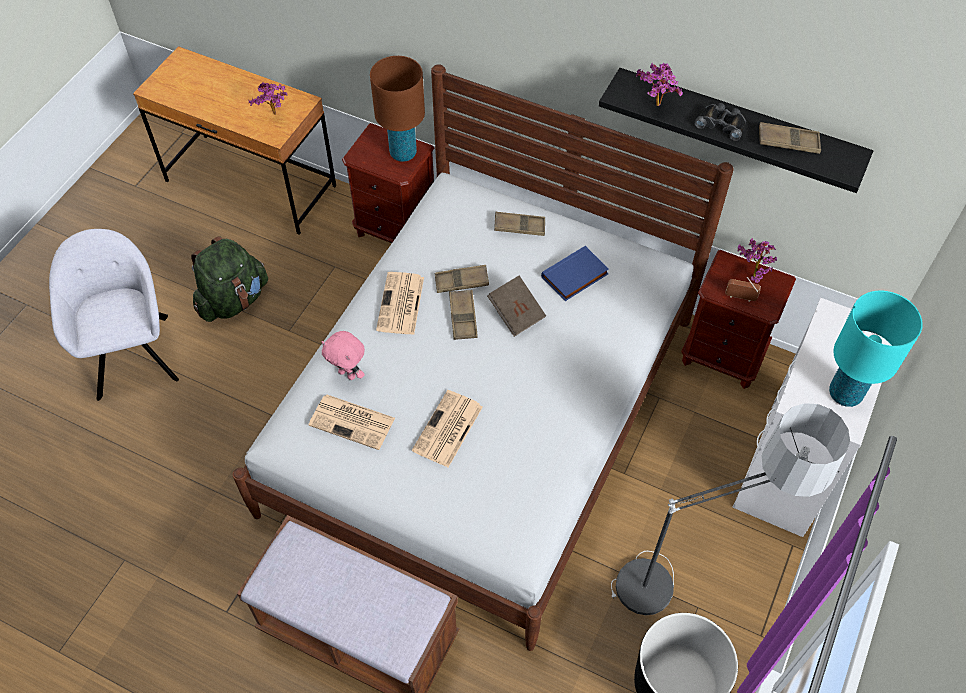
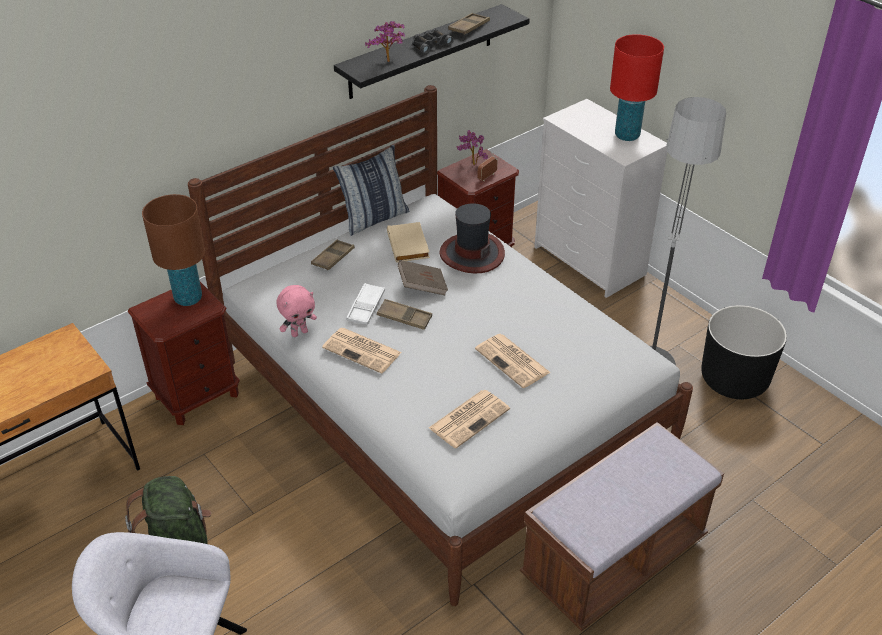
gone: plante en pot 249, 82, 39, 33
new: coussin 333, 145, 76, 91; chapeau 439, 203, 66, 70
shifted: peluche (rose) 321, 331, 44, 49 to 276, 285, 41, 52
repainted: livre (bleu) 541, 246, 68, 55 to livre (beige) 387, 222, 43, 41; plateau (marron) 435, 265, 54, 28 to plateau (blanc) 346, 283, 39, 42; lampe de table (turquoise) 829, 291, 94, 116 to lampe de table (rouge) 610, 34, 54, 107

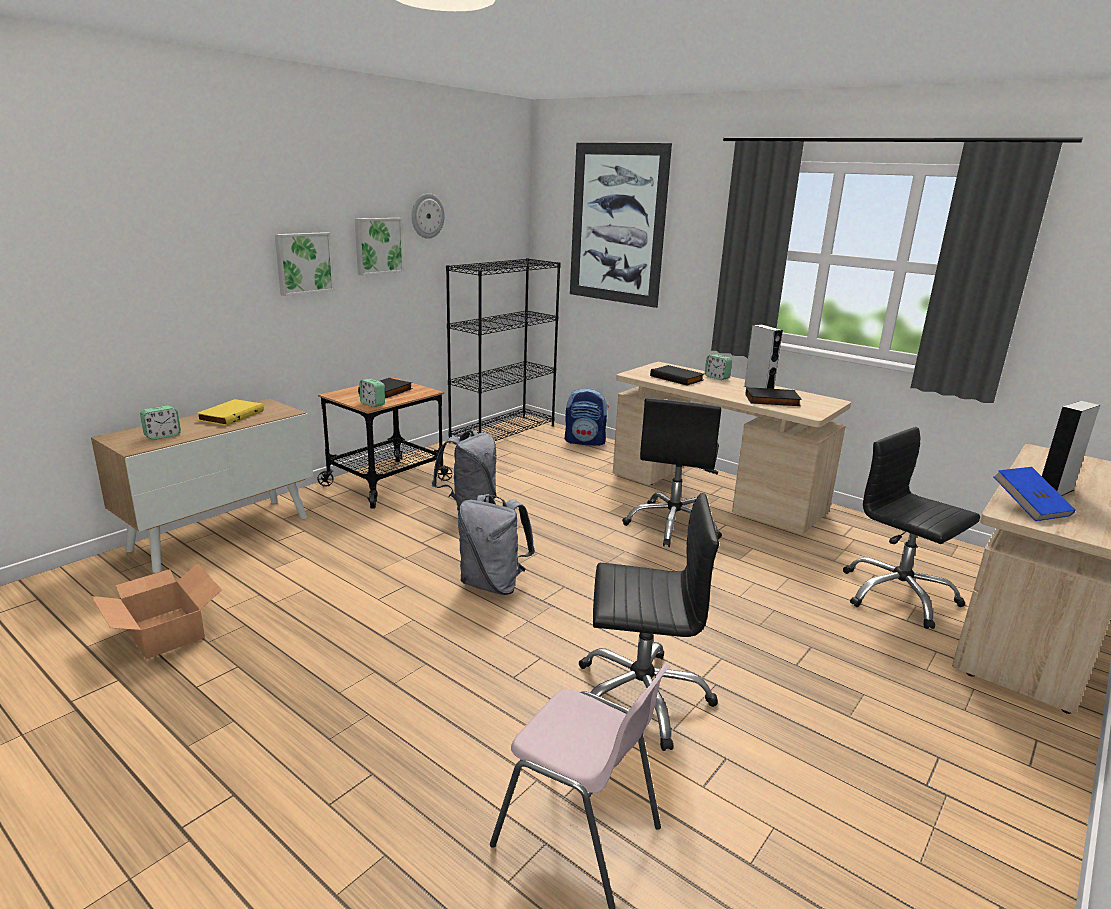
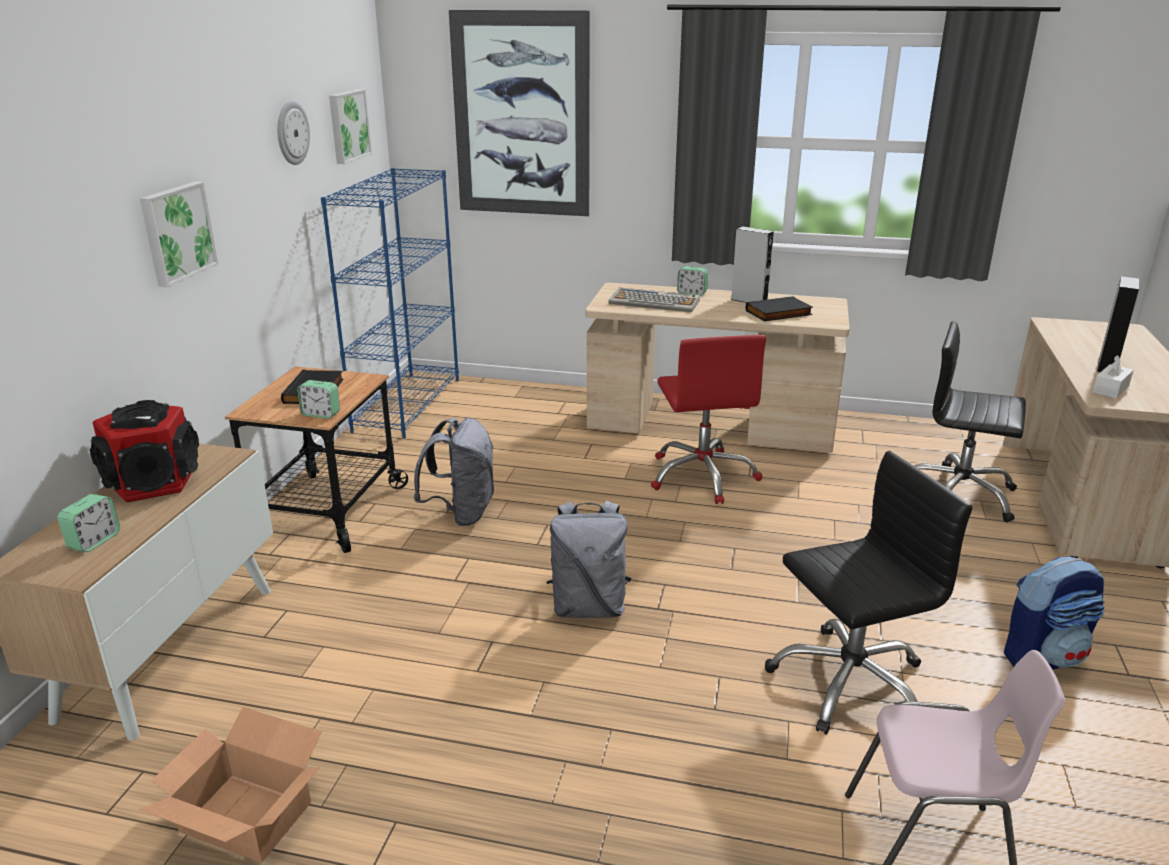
shifted: tableau 355, 218, 49, 58 to 329, 89, 43, 75; sac à dos 565, 388, 44, 58 to 1004, 557, 101, 113
swapped: livre (noir) 650, 365, 54, 21 to clavier 609, 288, 91, 25; livre (jaune) 196, 399, 68, 27 to enceinte 90, 400, 109, 102; livre (bleu) 993, 467, 83, 54 to boîte à mouchoirs (blanc) 1093, 355, 40, 43
repainted: bibliothèque (noir) 446, 258, 115, 183 to bibliothèque (bleu) 321, 168, 138, 271; chaise de bureau (noir) 622, 398, 100, 149 to chaise de bureau (rouge) 651, 335, 115, 169

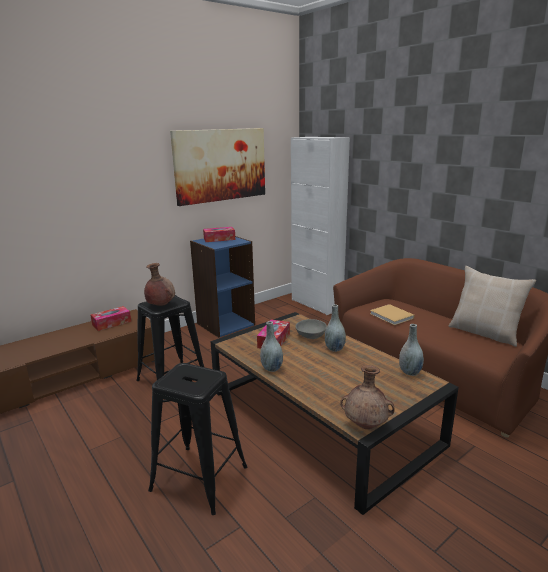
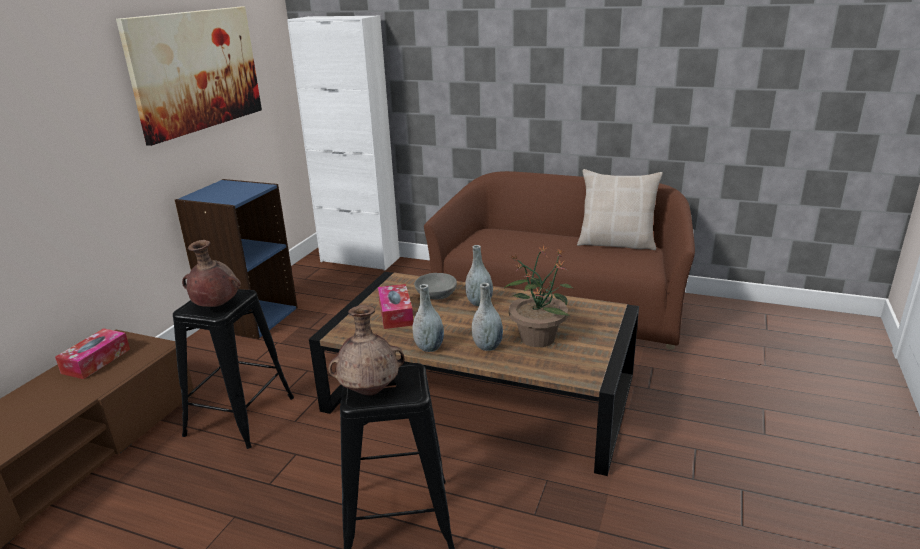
gone: boîte à mouchoirs 203, 227, 32, 15; livre (beige) 370, 304, 44, 21
new: plante en pot 504, 245, 70, 102
shifted: vase (gris) 399, 324, 25, 52 to 472, 283, 31, 68; vase (marron) 340, 365, 55, 64 to 328, 305, 76, 90

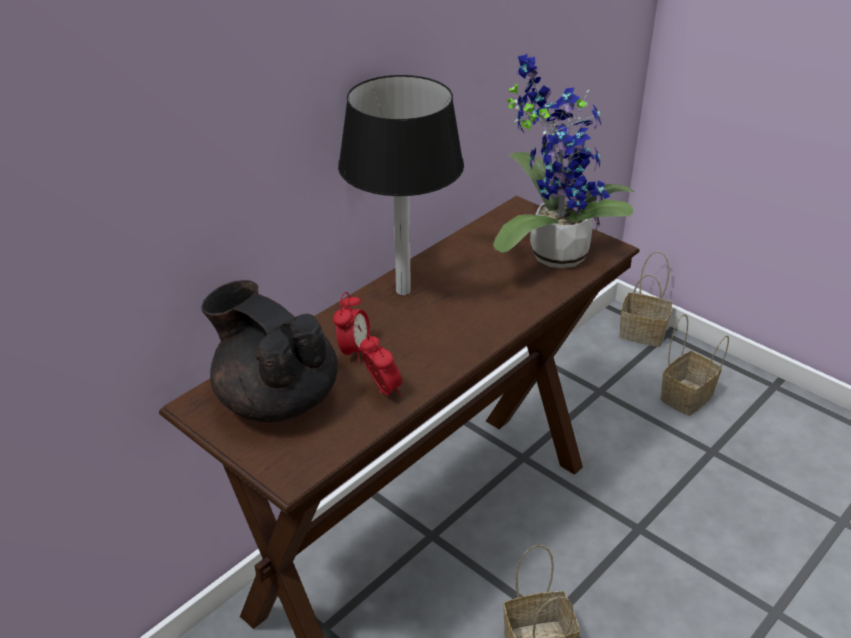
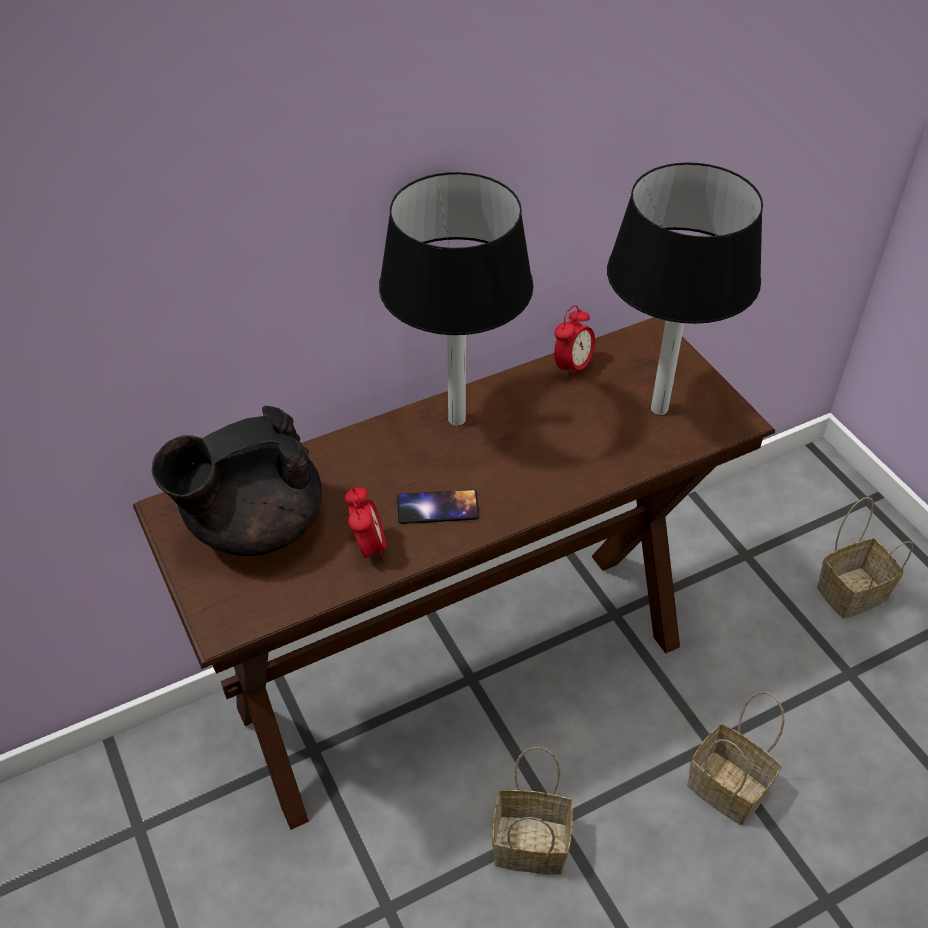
new: téléphone 397, 490, 82, 34
shifted: panier 619, 251, 54, 96 to 687, 692, 98, 133; réveil 333, 292, 37, 70 to 554, 305, 41, 76
swapped: plante en pot 493, 54, 141, 214 to lampe de table (noir) 607, 162, 156, 253
rotated: théière (noir) 201, 280, 137, 142 = 152, 406, 170, 150 90 degrees counterclockwise

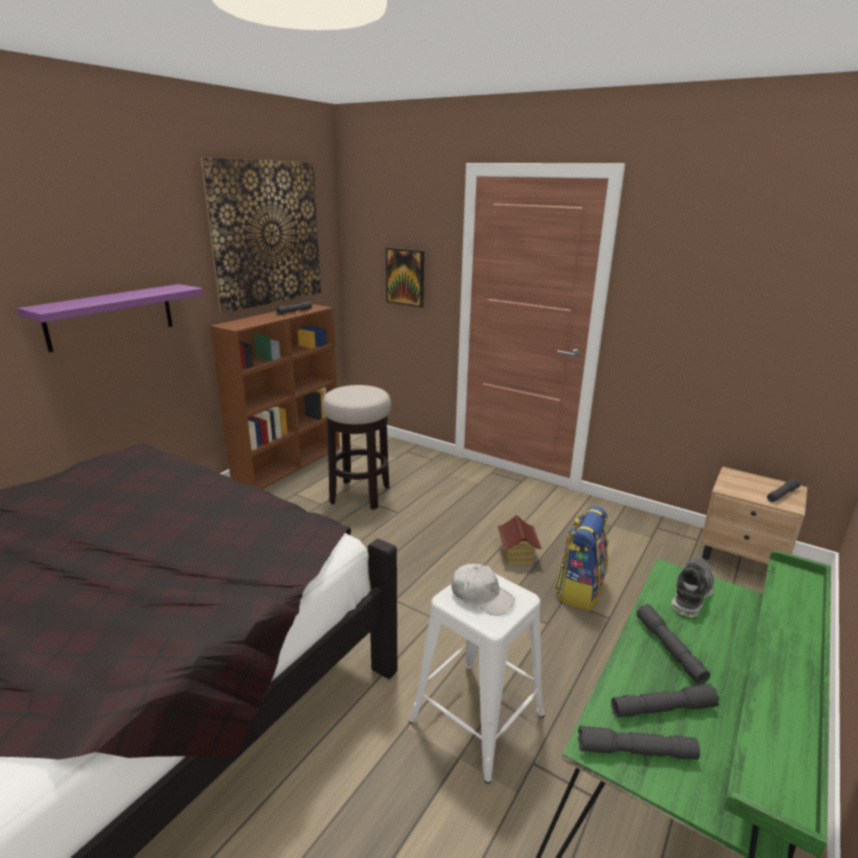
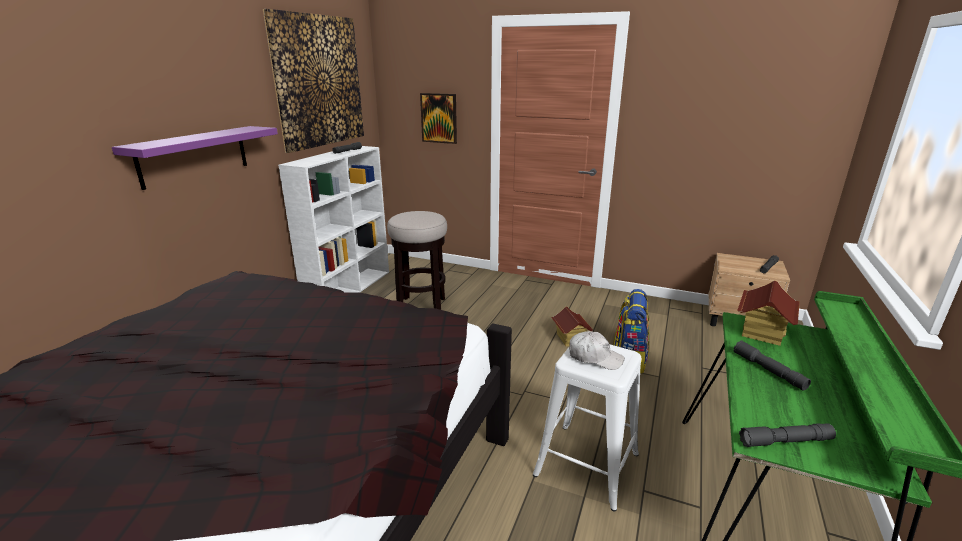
gone: lampe de poche (gris) 611, 684, 108, 33
swapped: chaussure 672, 558, 42, 59 to maison miniature 737, 281, 63, 65
repainted: bibliothèque (marron) 210, 304, 130, 185 to bibliothèque (blanc) 278, 146, 111, 147

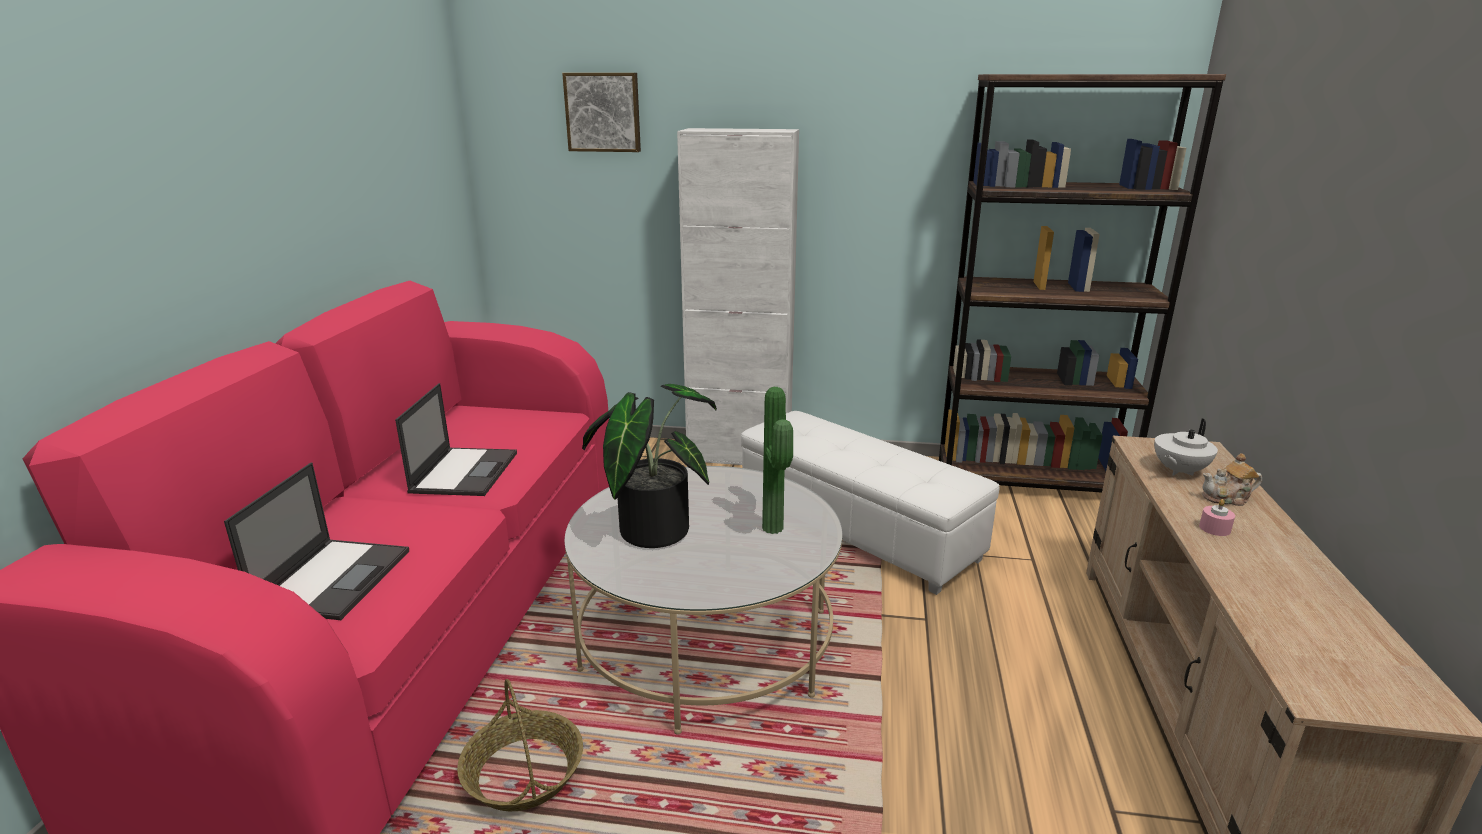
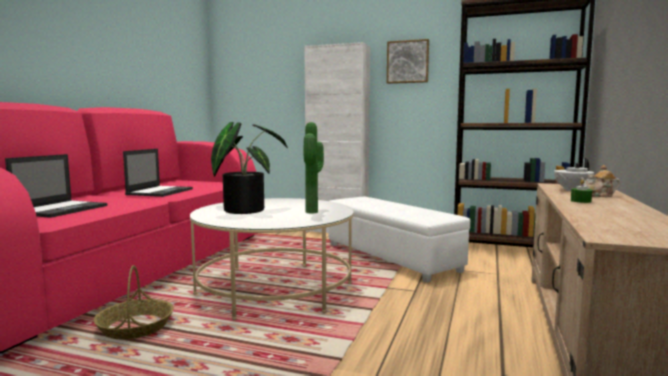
shifted: tableau 562, 73, 79, 79 to 387, 39, 42, 45
repainted: bougie (rose) 1199, 499, 36, 37 to bougie (vert) 571, 179, 21, 24

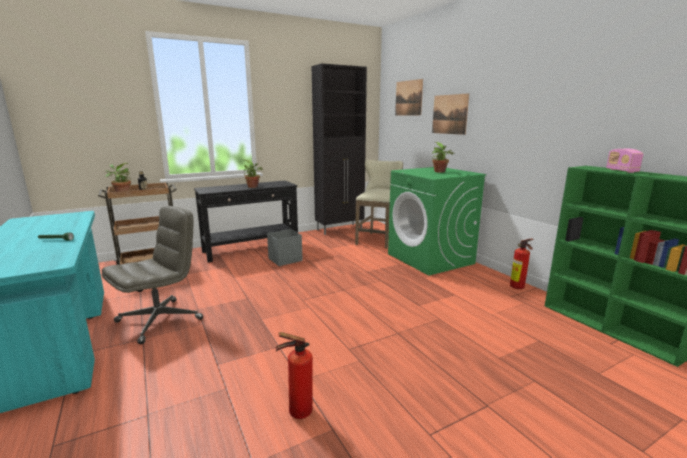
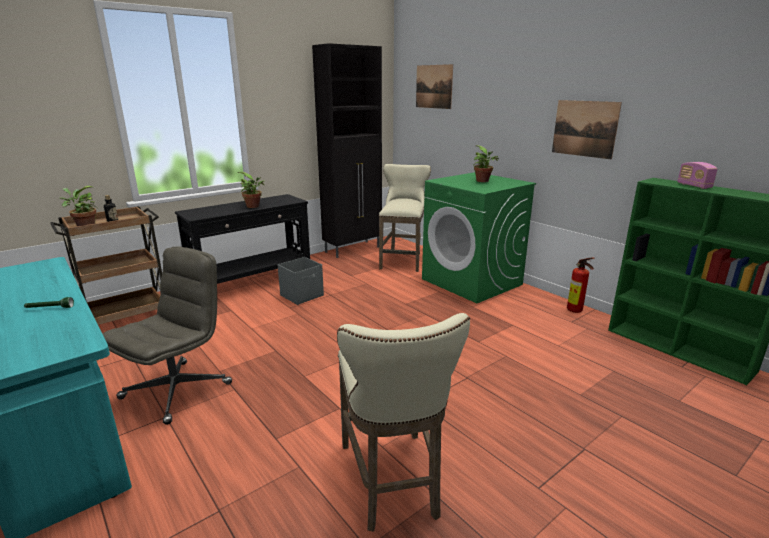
shifted: tableau 432, 93, 37, 42 to 552, 100, 70, 59
swapped: extincteur 275, 332, 38, 87 to tabouret (beige) 337, 313, 133, 218

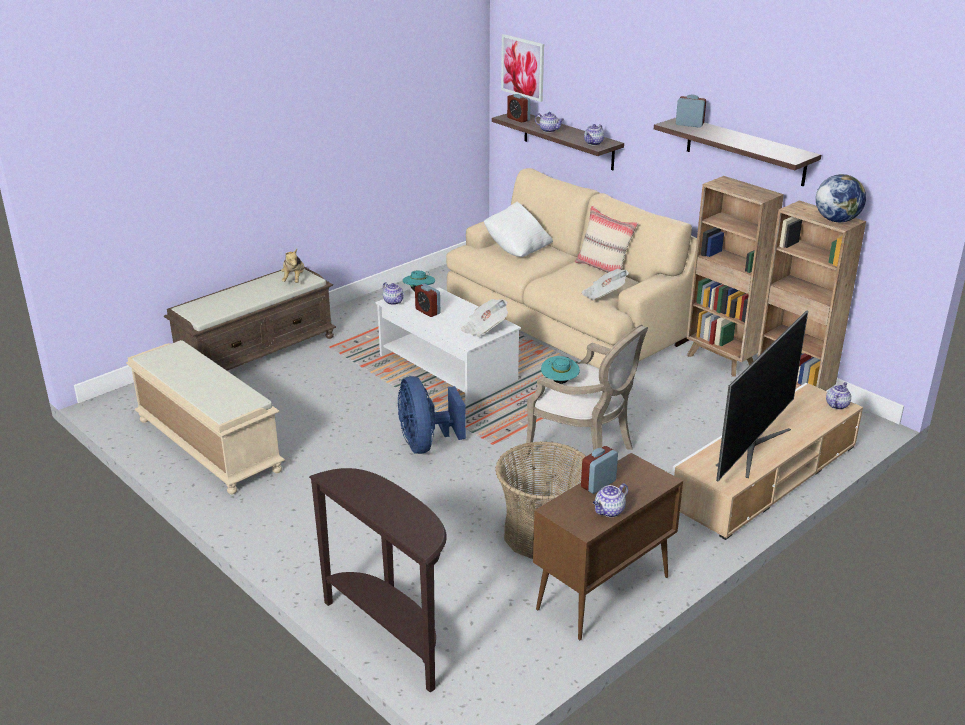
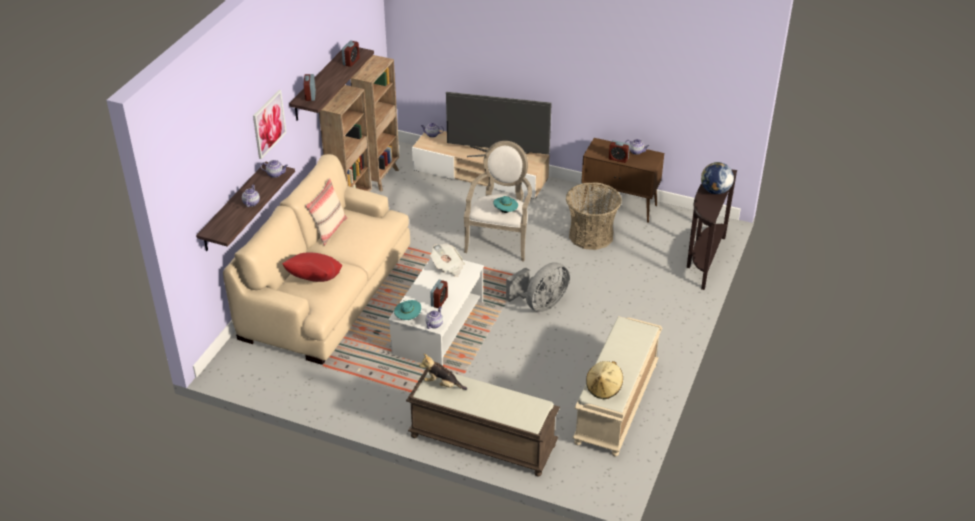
gone: journal 581, 269, 48, 32
new: chapeau (beige) 586, 361, 37, 38
shifted: tableau 501, 34, 43, 68 to 253, 90, 34, 69; réveil 507, 94, 24, 29 to 342, 41, 18, 26; globe 816, 174, 50, 48 to 701, 162, 33, 32
repainted: coussin (blanc) 484, 202, 69, 55 to coussin (rouge) 282, 252, 60, 30; ventilateur (bleu) 398, 376, 68, 78 to ventilateur (gris) 506, 262, 64, 50
rotated: peluche 281, 249, 23, 34 = 419, 354, 48, 36 135 degrees counterclockwise

